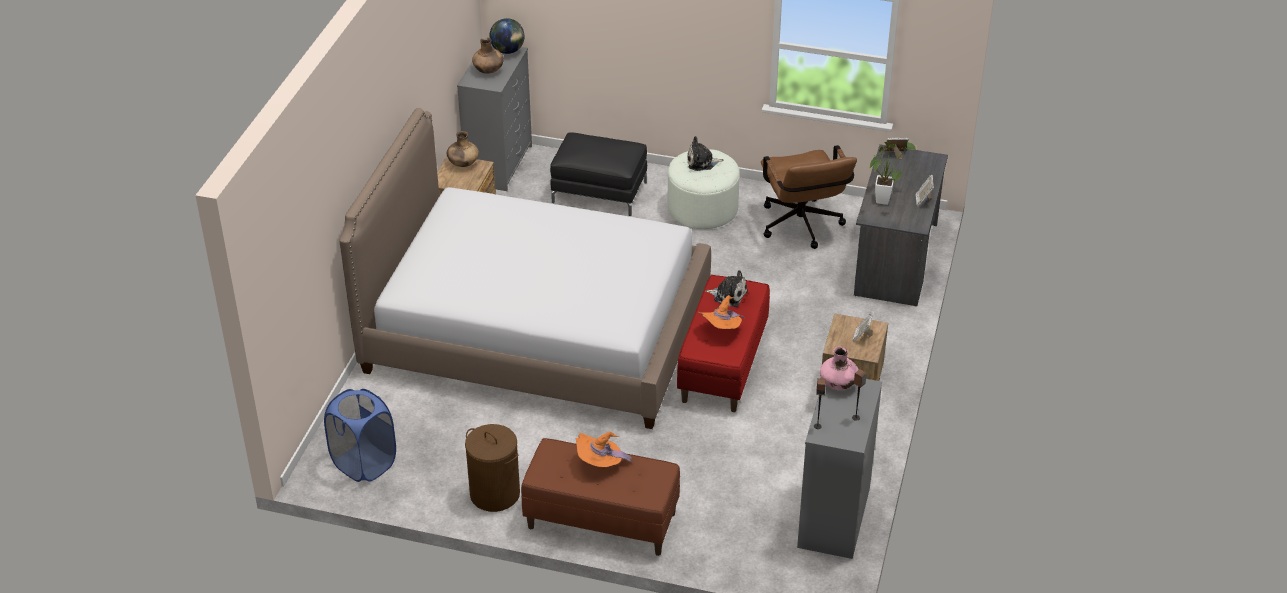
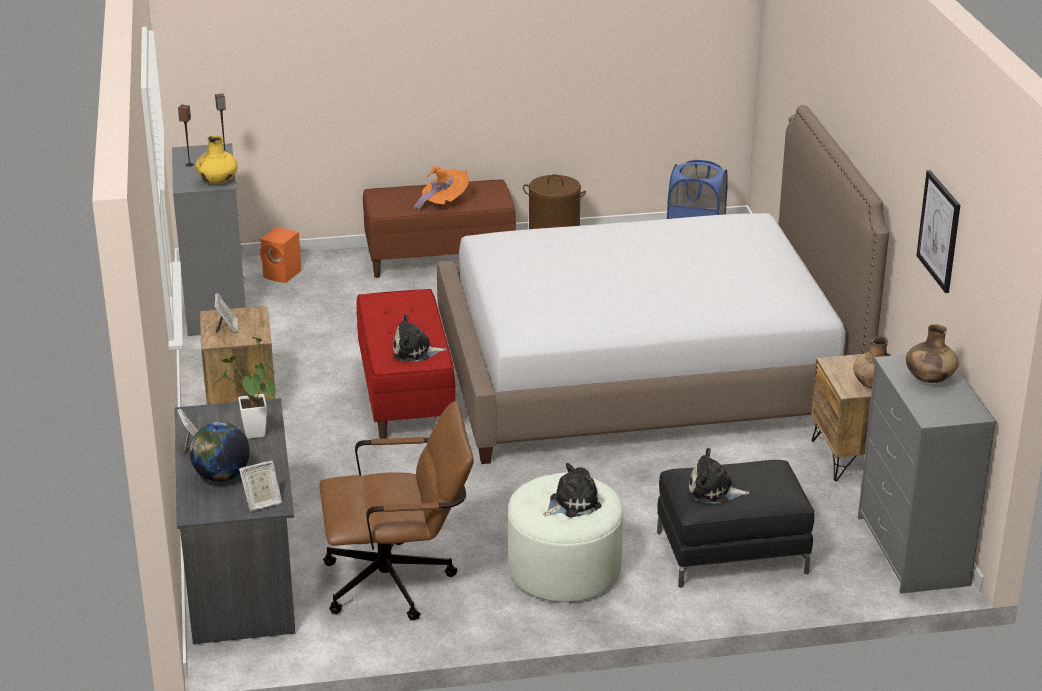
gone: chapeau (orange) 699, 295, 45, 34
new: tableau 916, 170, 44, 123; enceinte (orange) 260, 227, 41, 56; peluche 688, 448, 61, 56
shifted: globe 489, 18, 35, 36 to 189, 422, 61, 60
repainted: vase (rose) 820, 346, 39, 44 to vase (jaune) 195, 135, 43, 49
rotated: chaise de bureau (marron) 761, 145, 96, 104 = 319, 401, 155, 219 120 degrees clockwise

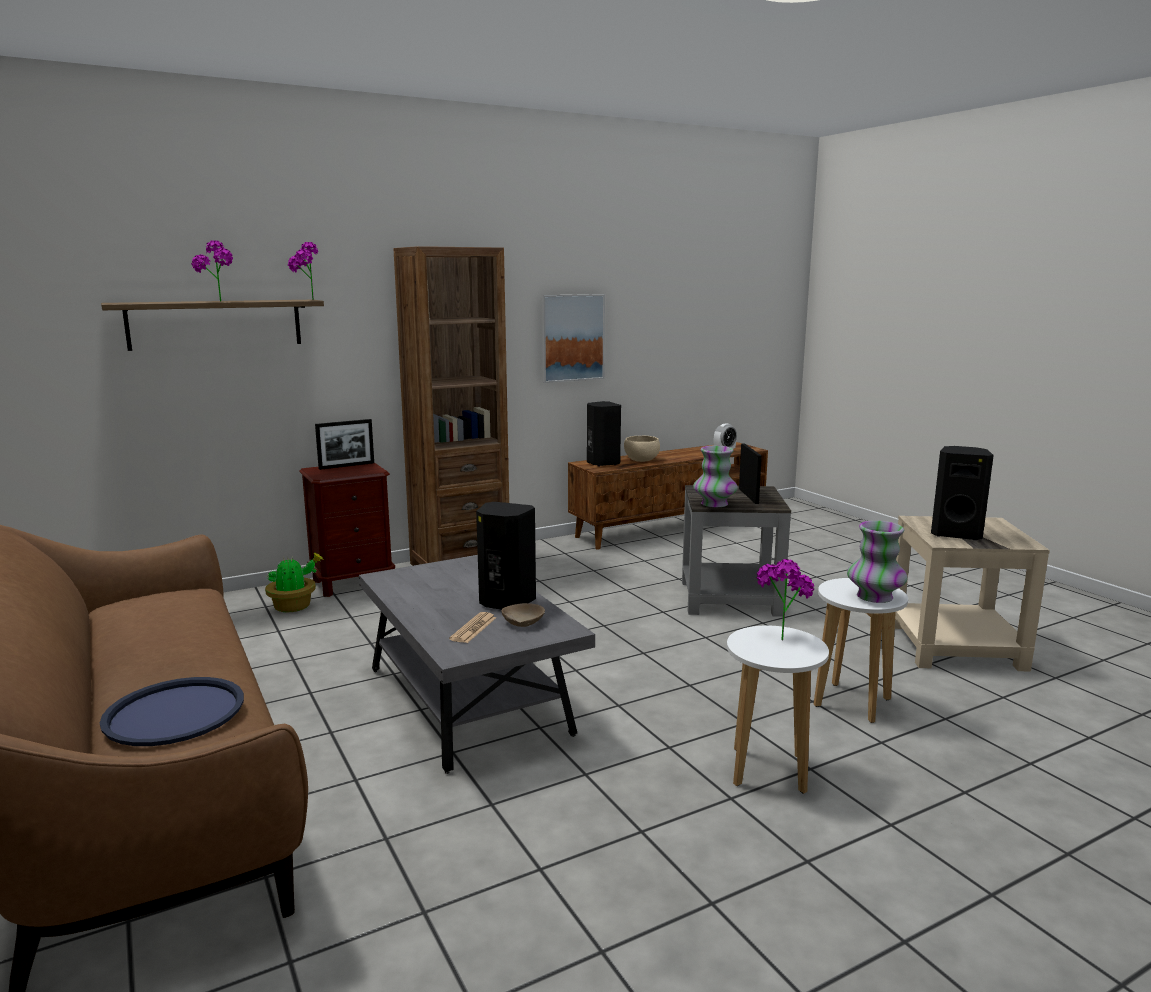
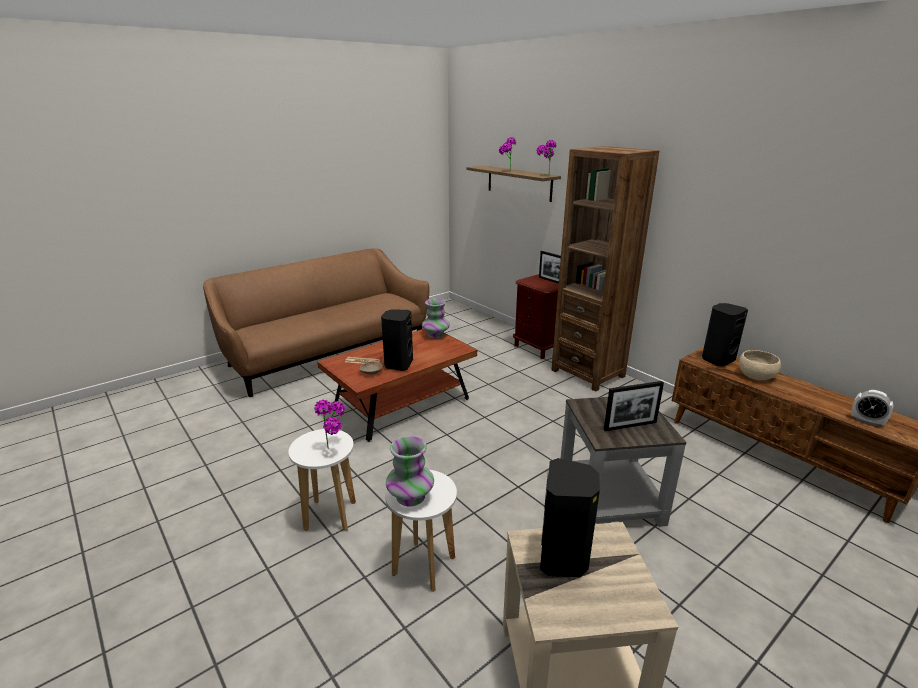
gone: tableau 541, 294, 64, 89; plante en pot 265, 553, 58, 59; plateau (bleu) 100, 677, 144, 69
shifted: vase 693, 446, 45, 61 to 422, 298, 28, 41
repainted: table basse (gris) 359, 555, 236, 219 to table basse (marron) 317, 329, 160, 113

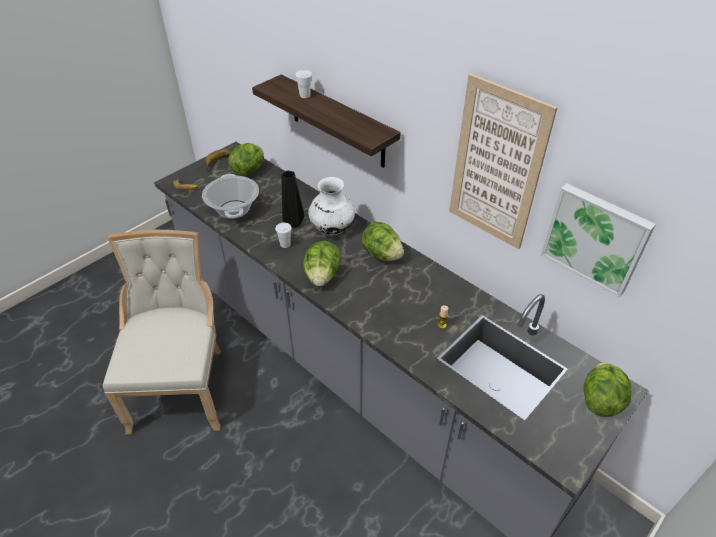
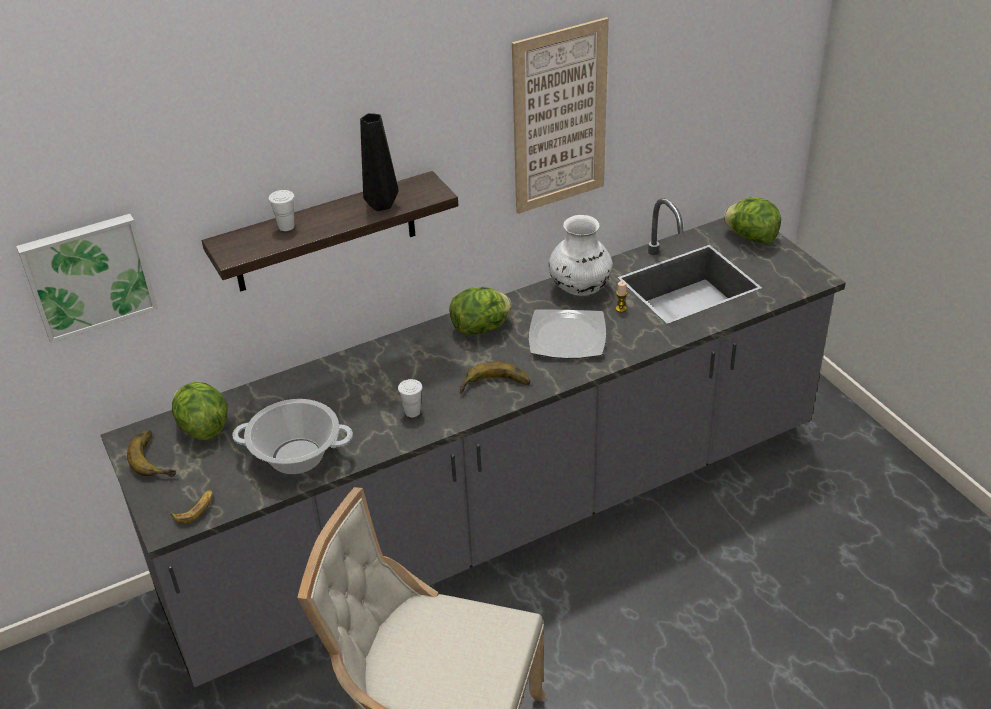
new: assiette 529, 309, 77, 50
shifted: vase (noir) 281, 171, 23, 57 to 360, 113, 38, 98; vase (blanc) 308, 177, 47, 58 to 549, 215, 64, 81; tableau 541, 183, 115, 115 to 16, 214, 142, 129
swapped: laitue 303, 241, 38, 45 to banane 460, 362, 71, 32

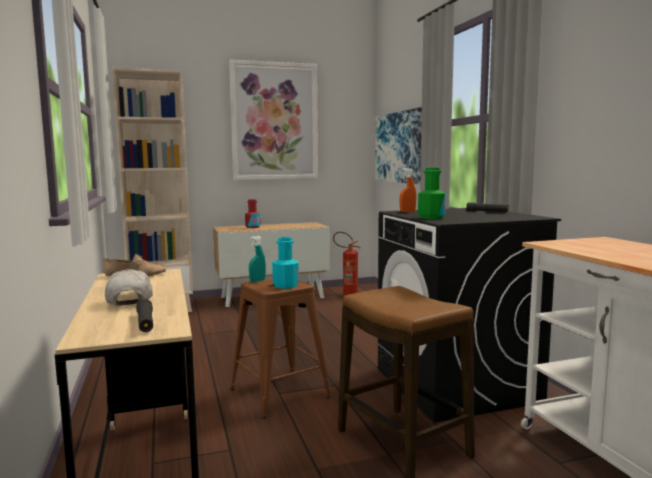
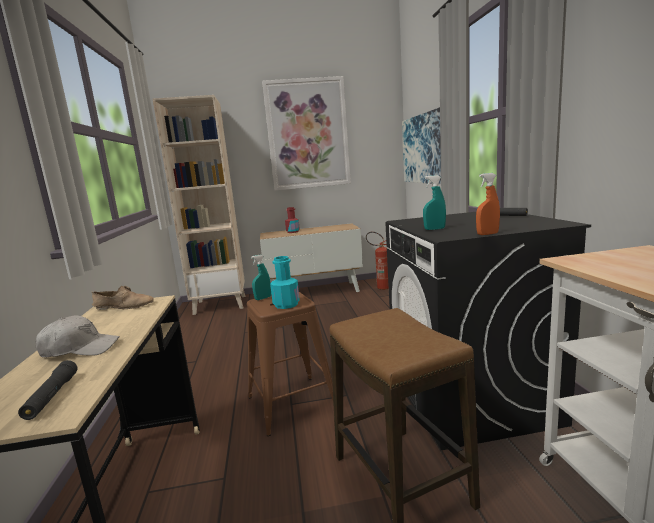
shifted: vaporisateur (orange) 399, 168, 17, 44 to 476, 173, 24, 62
swapped: bouteille (vert) 418, 168, 28, 51 to vaporisateur (turquoise) 423, 175, 23, 55
rotated: casquette (blanc) 105, 269, 48, 37 = 35, 315, 85, 42 90 degrees clockwise

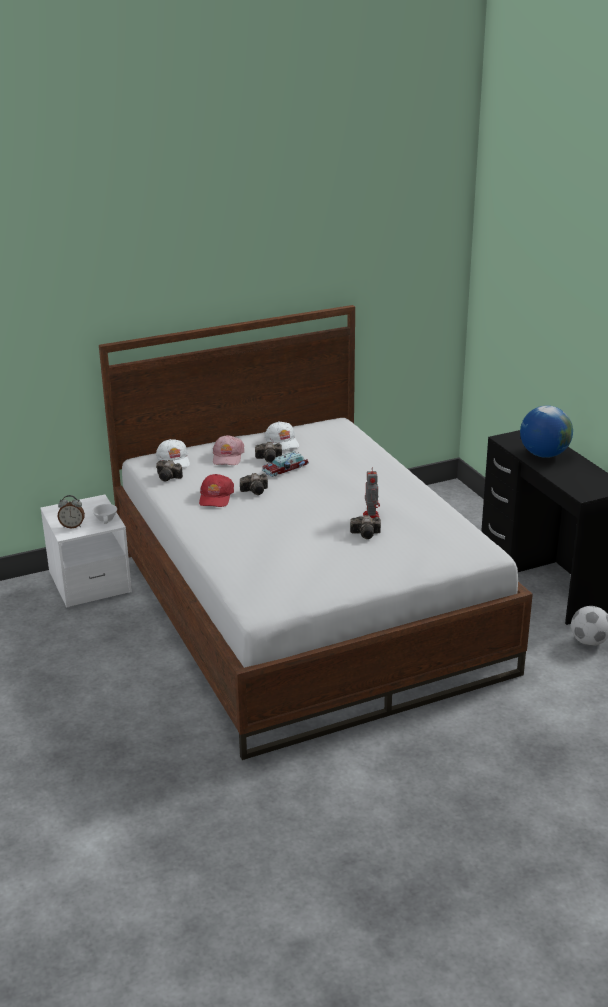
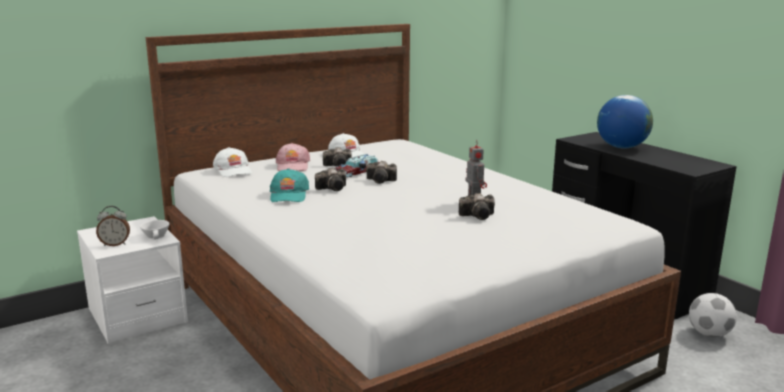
shifted: appareil photo 156, 460, 27, 21 to 366, 161, 31, 23
repainted: casquette (rouge) 199, 474, 35, 33 to casquette (turquoise) 270, 168, 39, 34

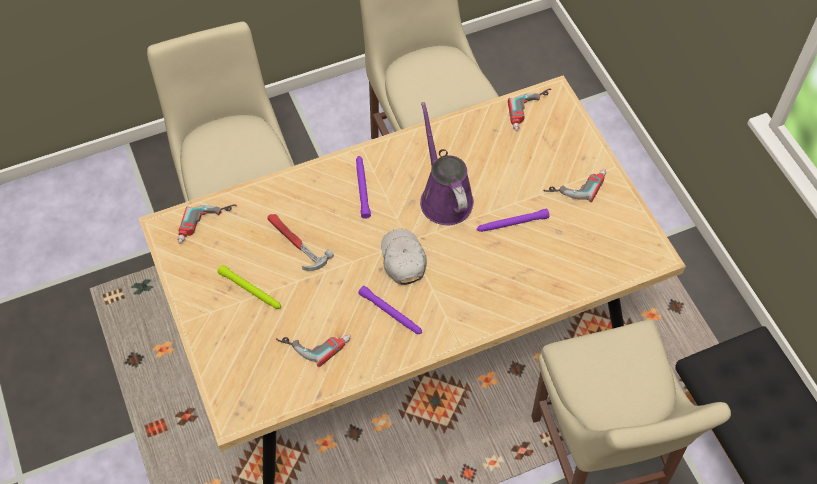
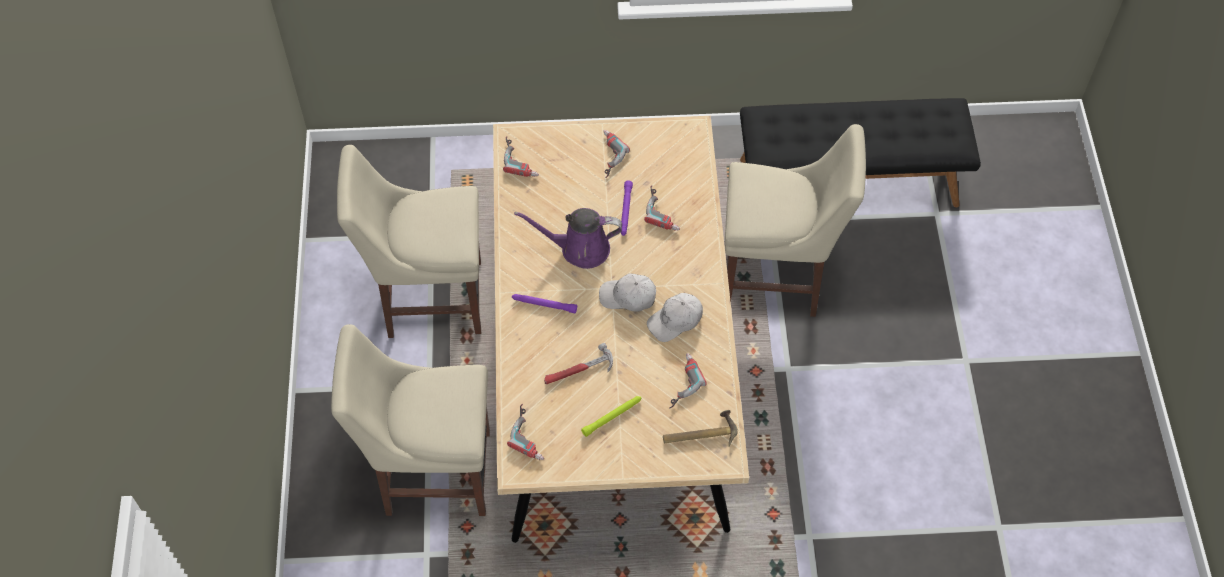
new: perceuse 644, 185, 36, 46; marteau 663, 410, 75, 37
swapped: lampe de poche (violet) 358, 286, 64, 48 to casquette (blanc) 647, 293, 56, 49

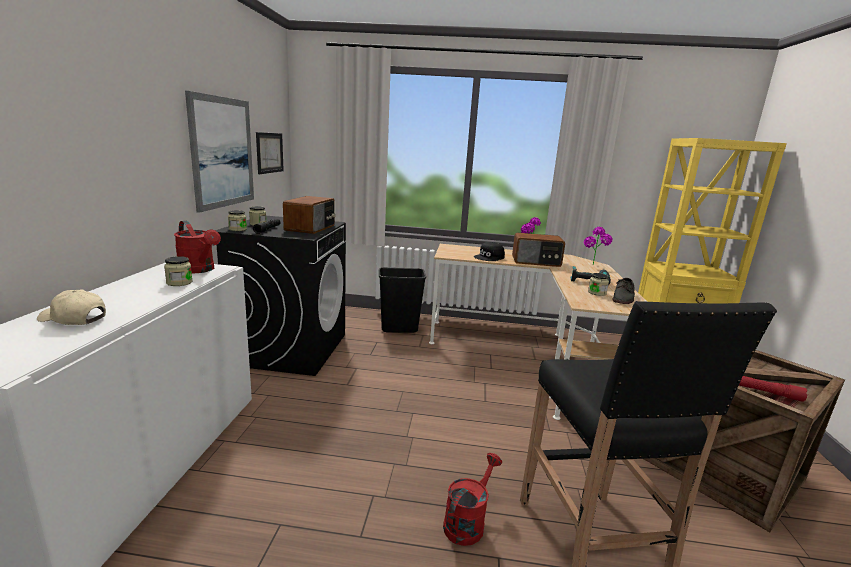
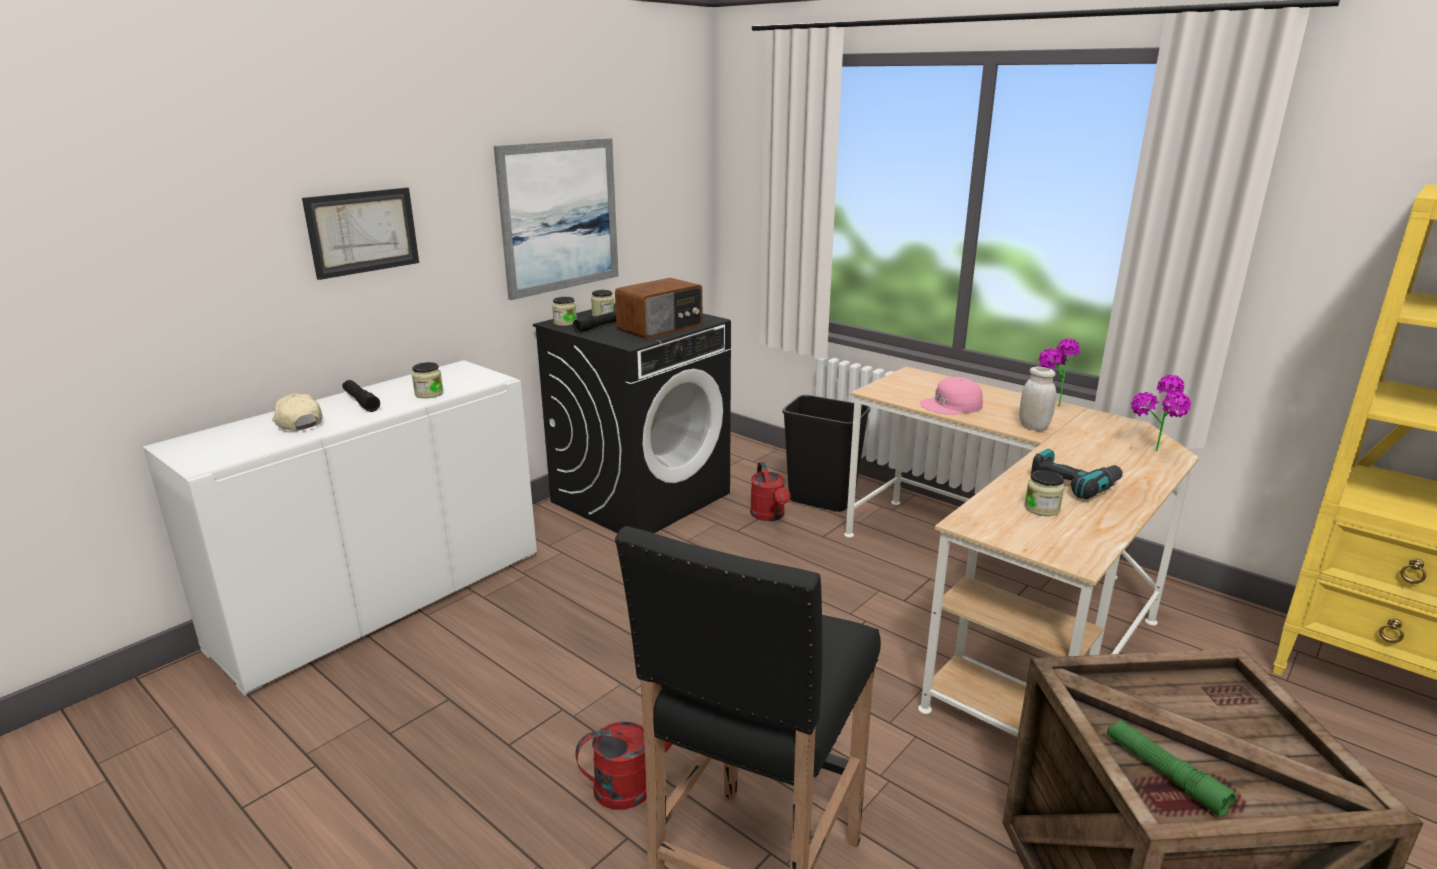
gone: chaussure (gris) 612, 278, 23, 26
new: lampe de poche (noir) 342, 380, 38, 32
shifted: tableau 256, 132, 28, 42 to 302, 188, 117, 92; arrosoir (rouge) 174, 221, 47, 52 to 750, 462, 41, 59
swapped: radio 512, 233, 53, 34 to bocal (blanc) 1019, 367, 37, 64
repainted: casquette (noir) 474, 242, 31, 19 to casquette (rose) 920, 377, 63, 38; lampe de poche (rouge) 739, 376, 68, 26 to lampe de poche (vert) 1107, 719, 129, 98

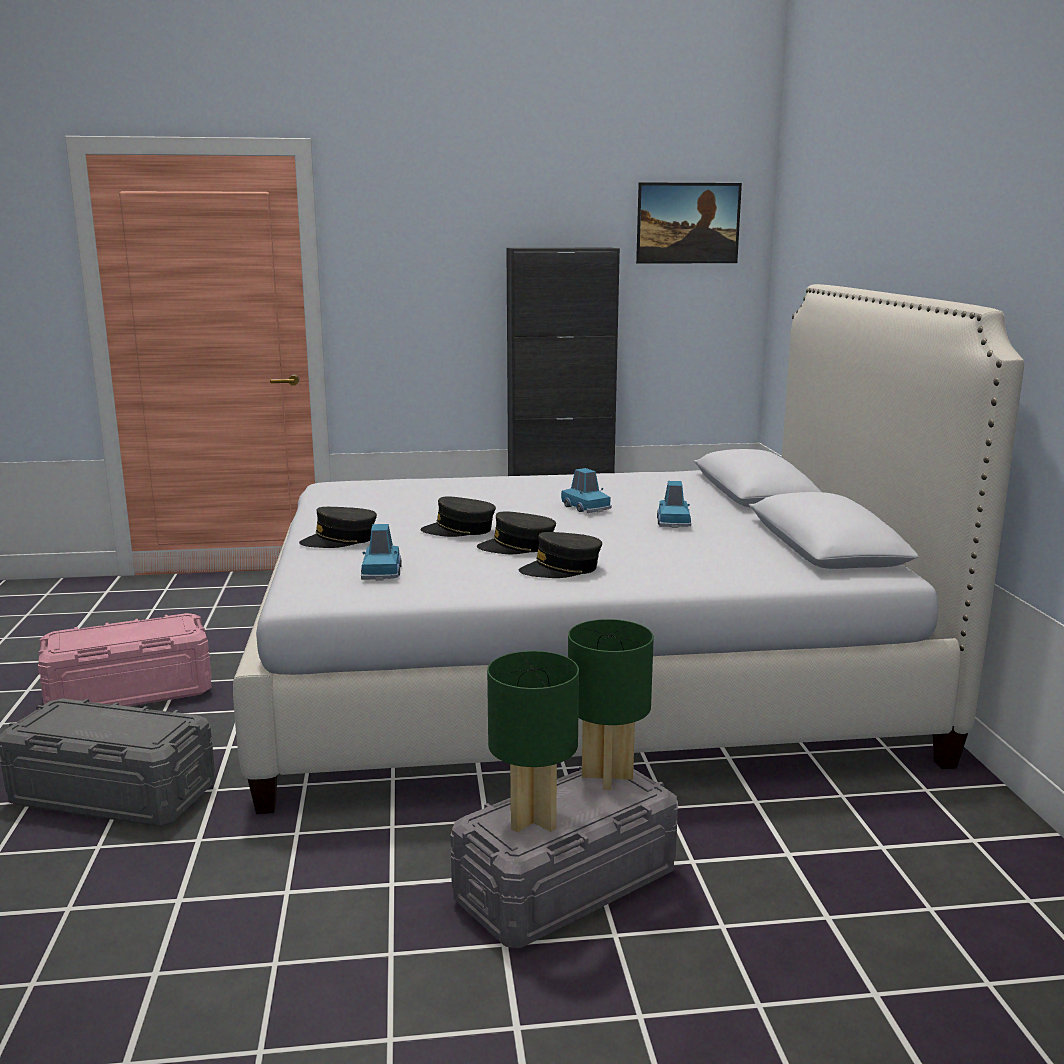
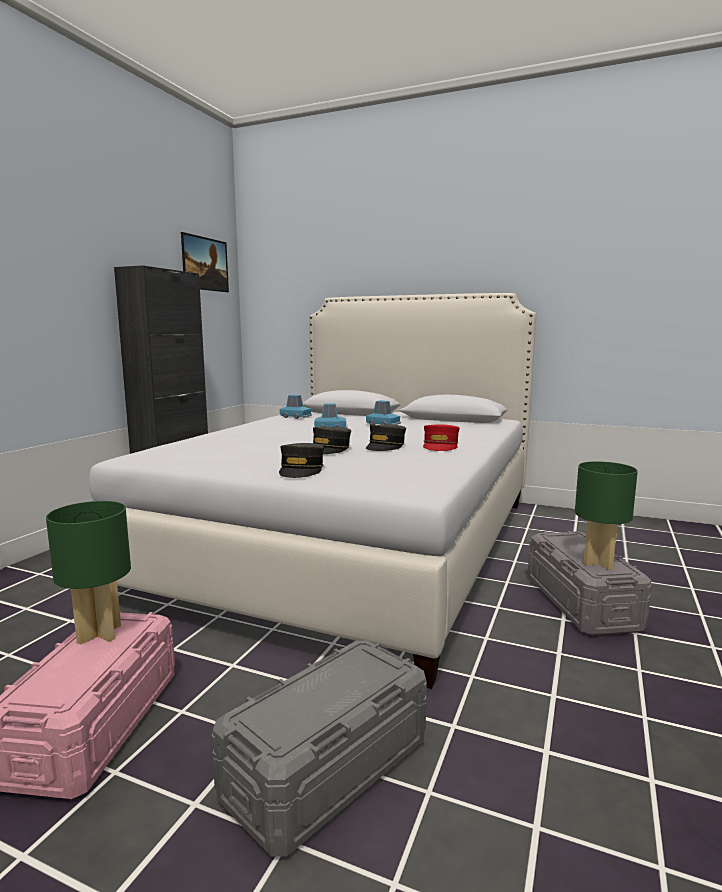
shifted: petite voiture (bleu) 361, 524, 41, 57 to 280, 395, 32, 24; lampe de table (vert) 568, 619, 86, 171 to 46, 501, 85, 144
repainted: casquette (gris) 519, 532, 83, 46 to casquette (rouge) 423, 424, 37, 27

